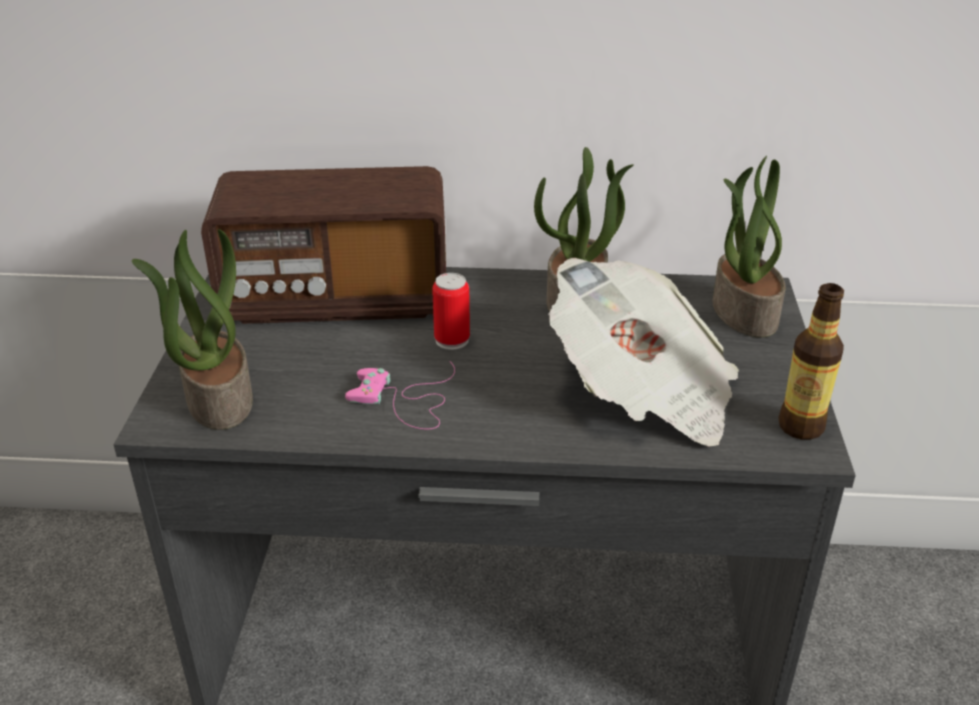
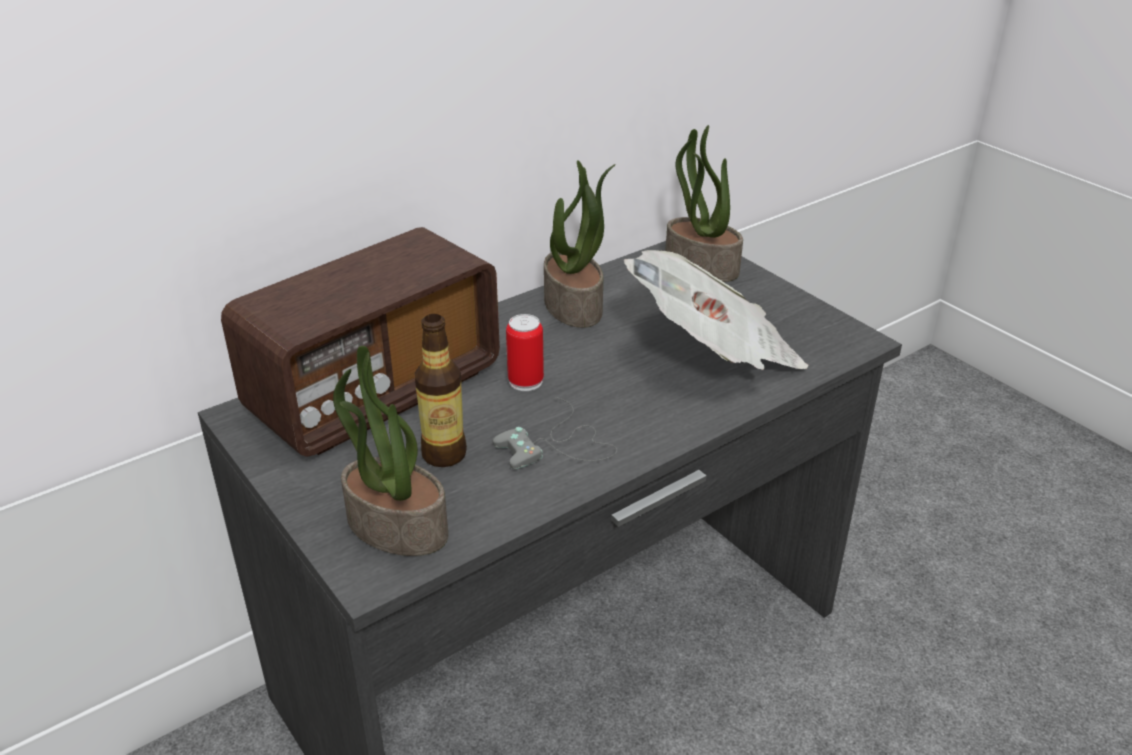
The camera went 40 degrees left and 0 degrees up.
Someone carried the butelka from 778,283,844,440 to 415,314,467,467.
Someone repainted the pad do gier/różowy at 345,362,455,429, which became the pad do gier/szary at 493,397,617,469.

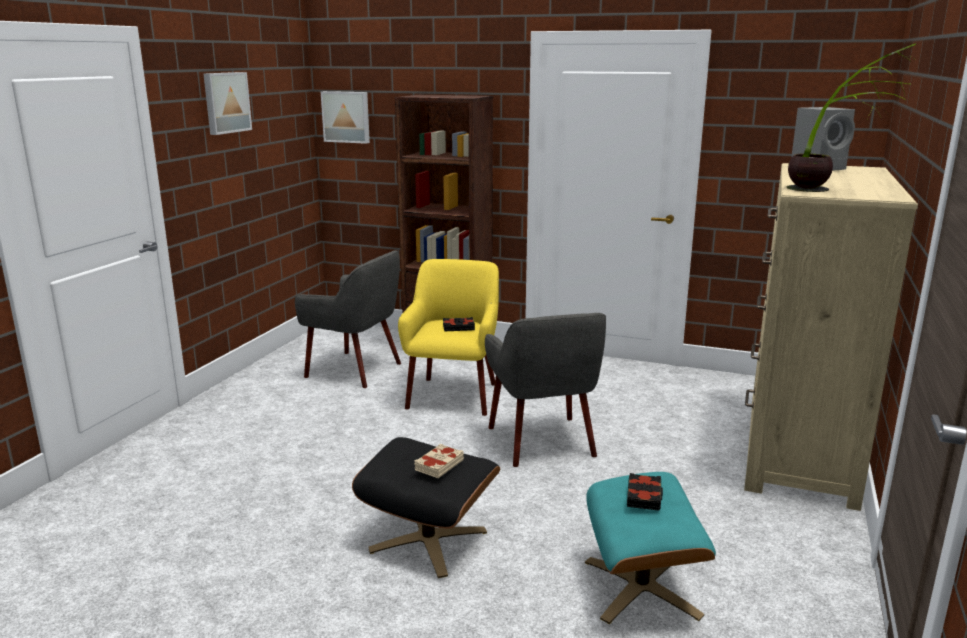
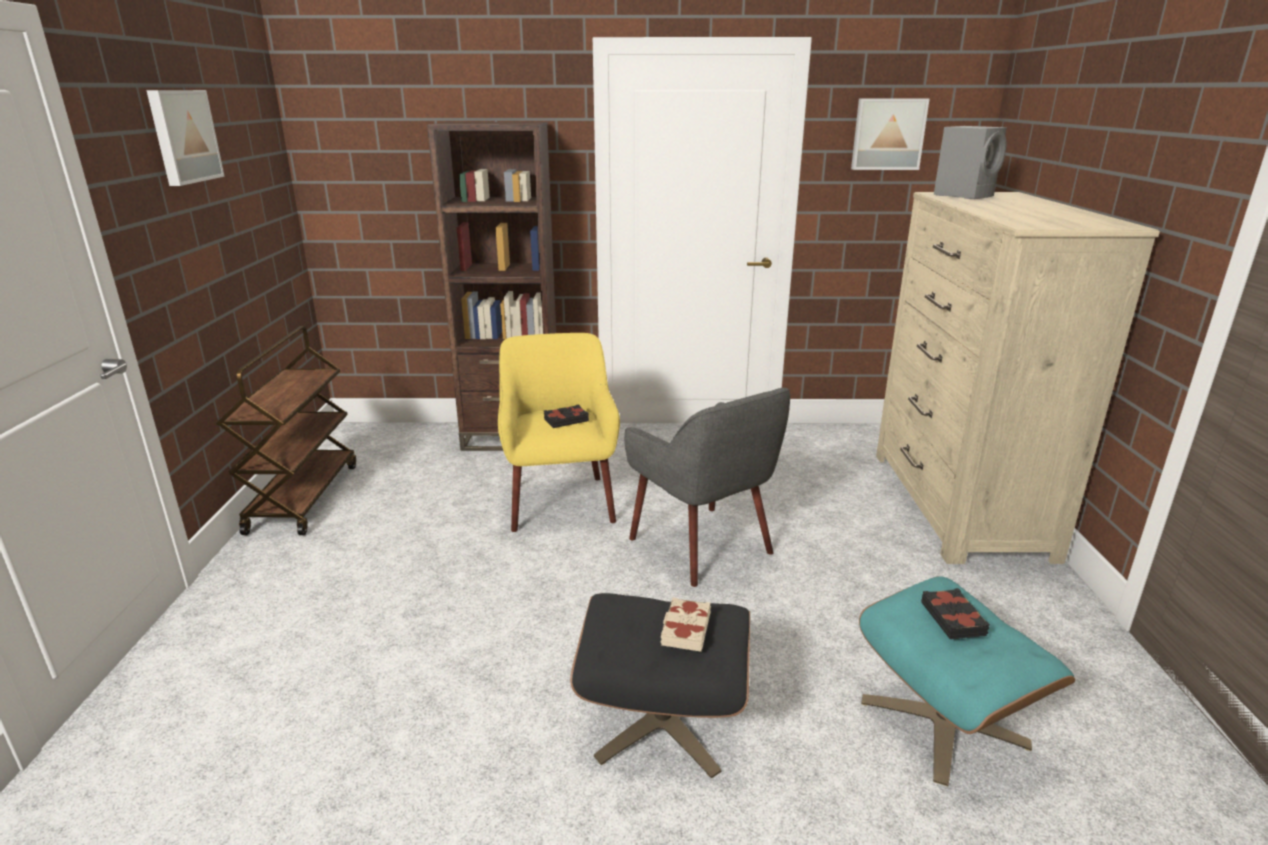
The camera went 20 degrees left and 5 degrees up.
Someone took away the fotel/szary at 295,250,401,388.
Someone took away the roślina doniczkowa at 786,43,916,192.
Someone put down the wózek/brązowy at 216,326,356,535.
Someone carried the obraz from 321,91,370,144 to 851,98,930,170.

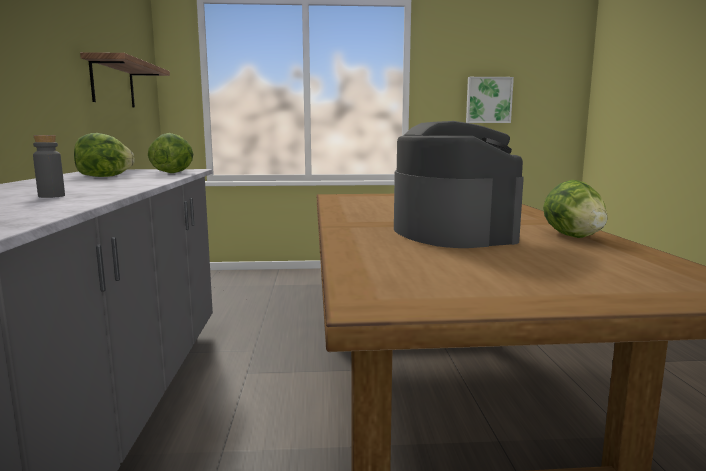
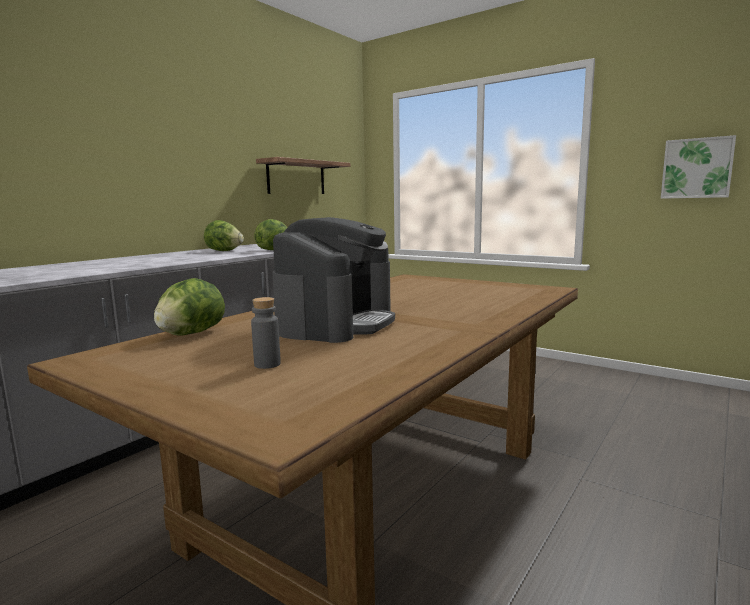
The camera went 40 degrees right and 0 degrees up.
Someone carried the butelka/szary from 33,135,65,198 to 251,297,281,369.
Someone carried the sałata from 543,180,607,238 to 154,278,225,336.

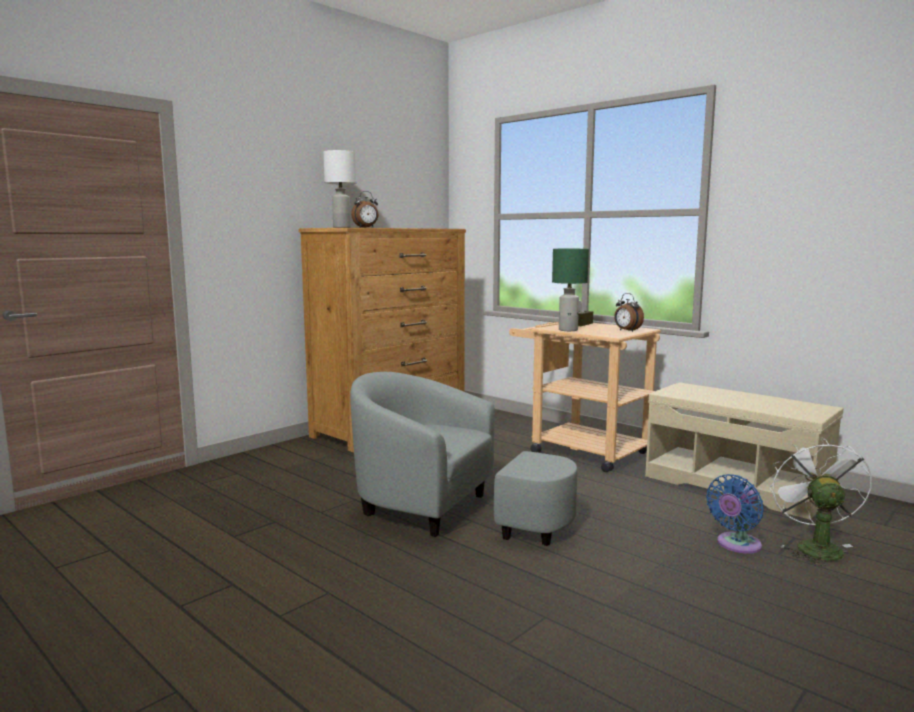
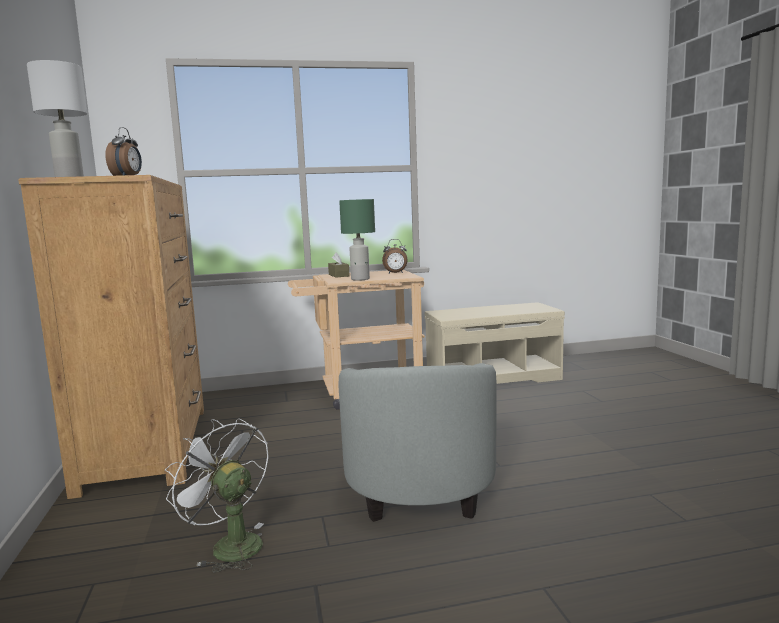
The camera went 55 degrees left and 0 degrees up.
Someone took away the wentylator/niebieski at 706,474,764,554.
Someone carried the wentylator/biały from 769,438,872,566 to 165,418,268,573.
Someone rotated the fotel/szary at 350,372,577,546 by 60 degrees counterclockwise.

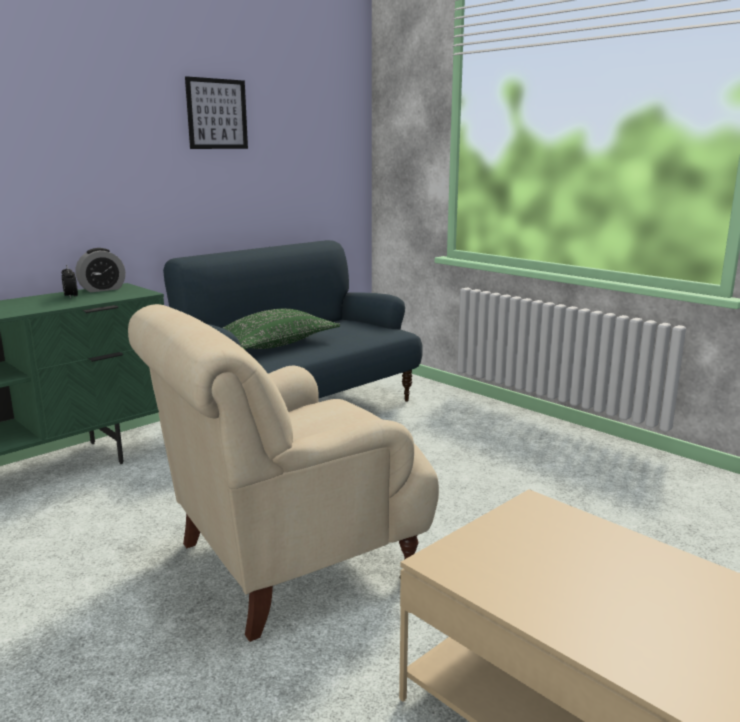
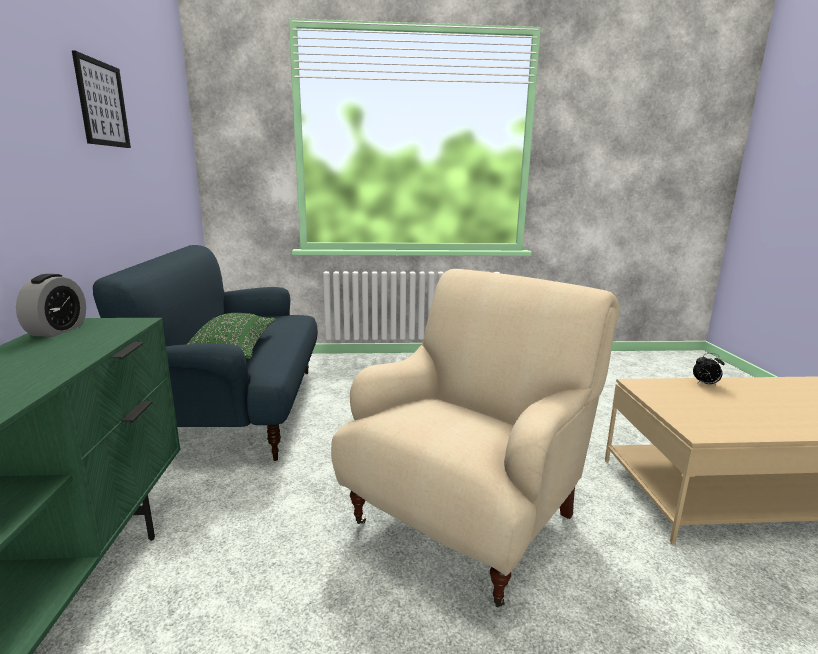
The camera went 50 degrees left and 0 degrees up.
Someone carried the budzik from 62,265,78,298 to 693,353,725,385.
Someone rotated the fotel/beżowy at 128,304,439,642 by 150 degrees counterclockwise.

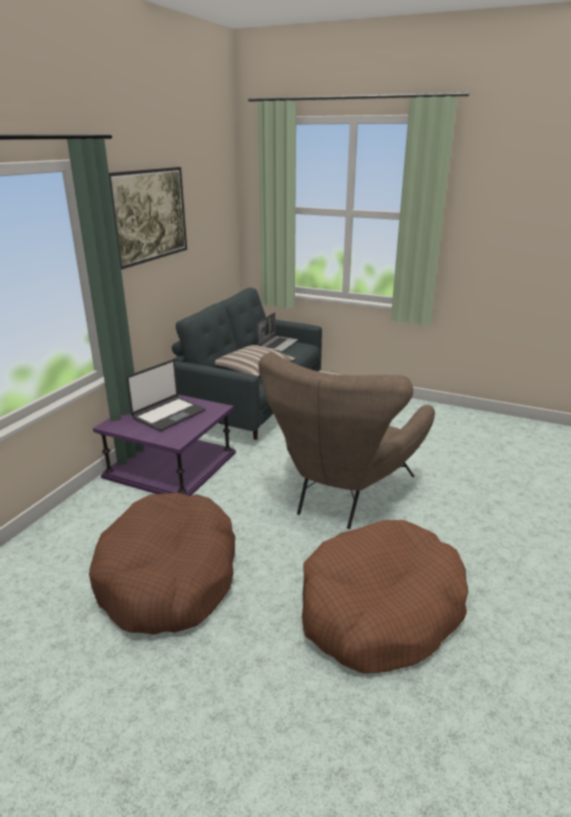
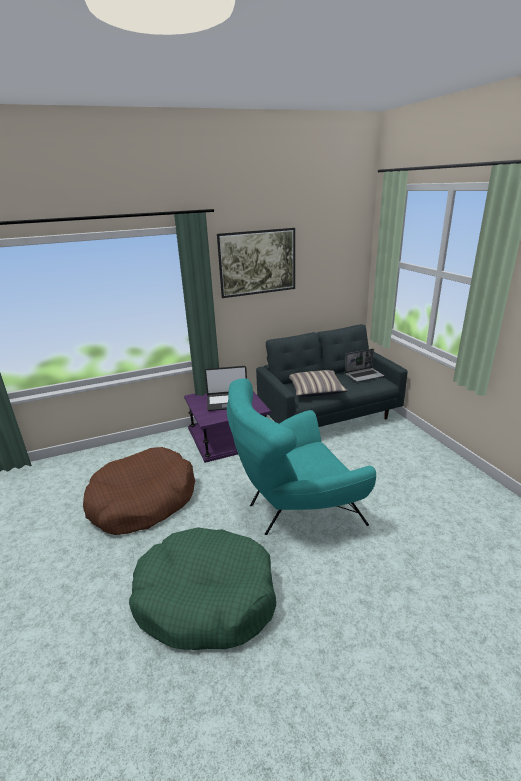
The camera went 45 degrees right and 0 degrees up.
Someone repainted the fotel/brązowy at 258,352,435,529, which became the fotel/turkusowy at 227,378,376,535.
Someone repainted the legowisko/brązowy at 302,520,468,674, which became the legowisko/zielony at 129,527,276,650.

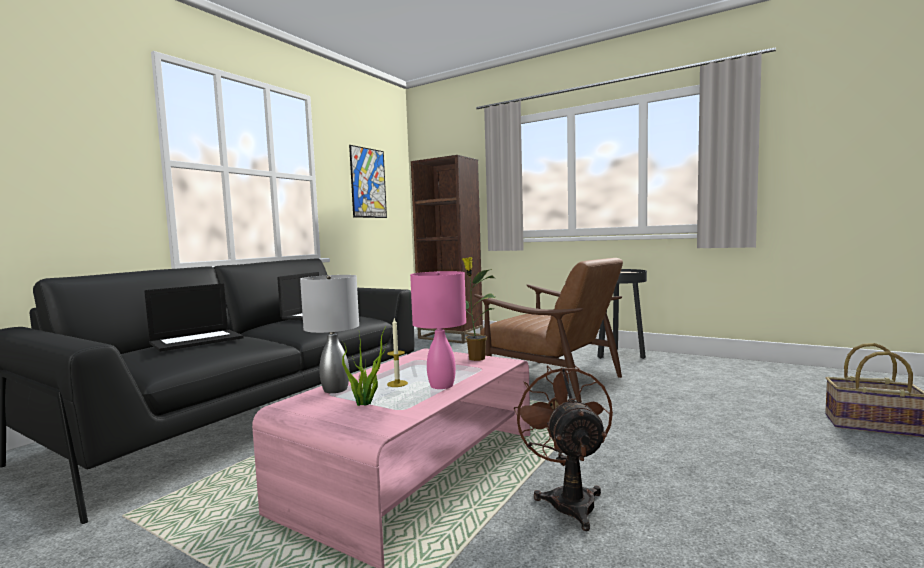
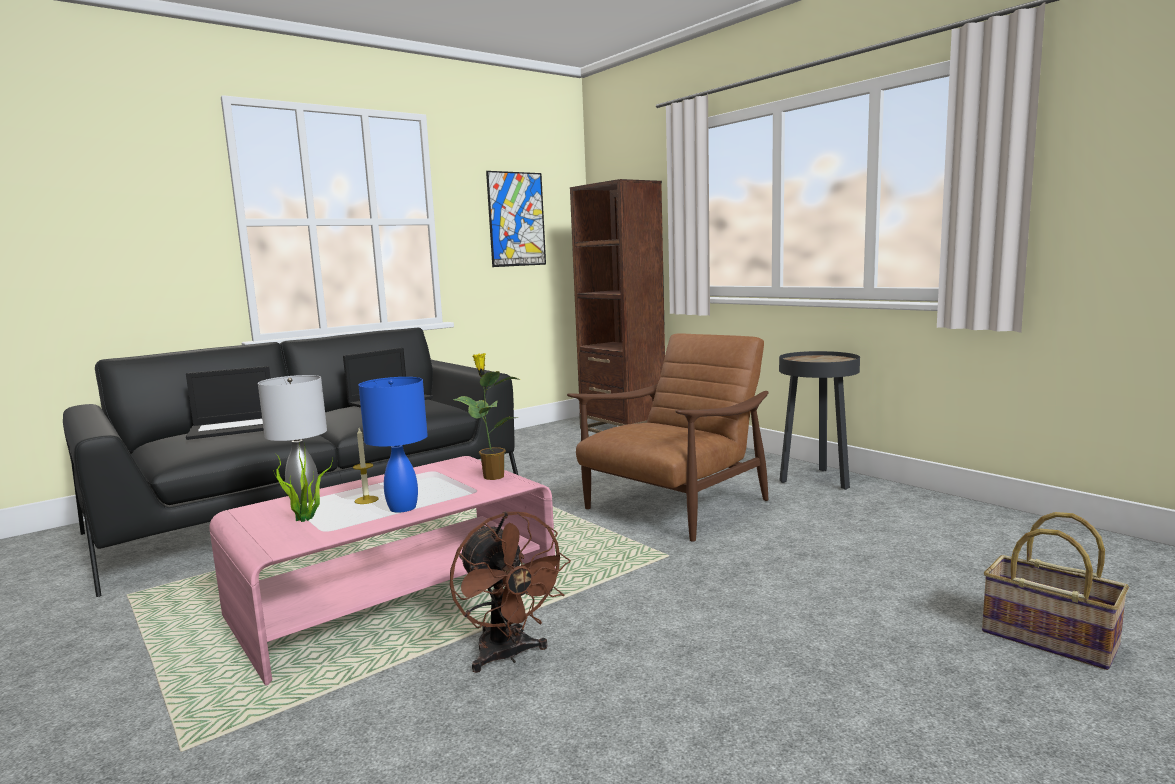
The camera went 20 degrees right and 5 degrees up.
Someone repainted the lampa stołowa/różowy at 410,271,466,389, which became the lampa stołowa/niebieski at 359,377,428,513.
Someone rotated the fotel/brązowy at 474,258,623,403 by 105 degrees counterclockwise.
Someone rotated the wentylator/brązowy at 514,365,613,531 by 135 degrees clockwise.

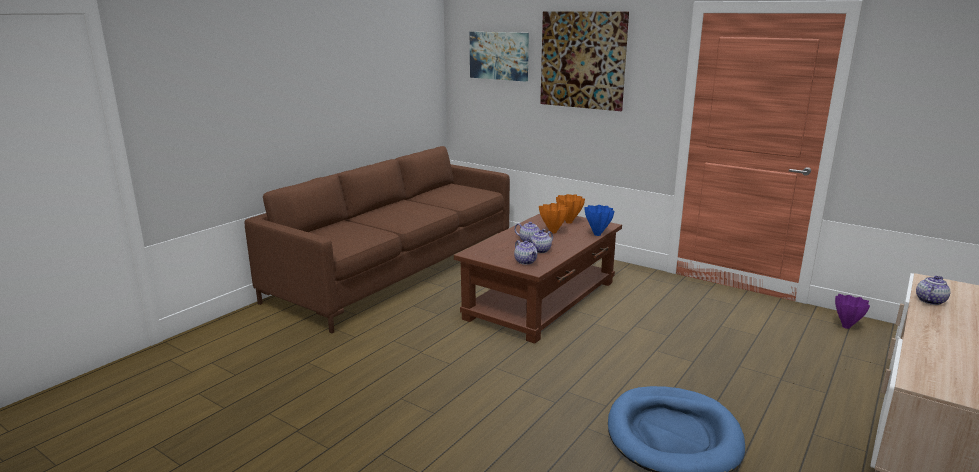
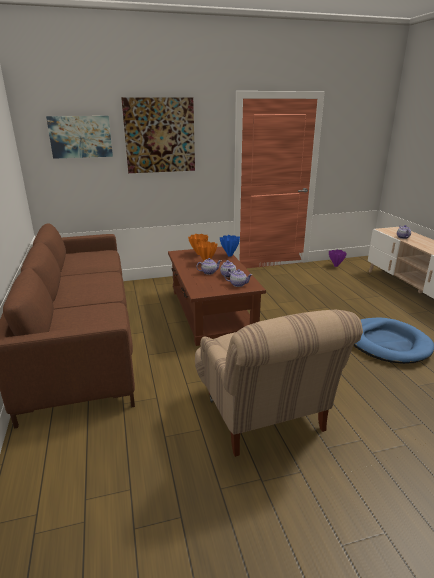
The camera went 50 degrees left and 5 degrees up.
Someone put down the fotel/beżowy at 195,310,363,457.

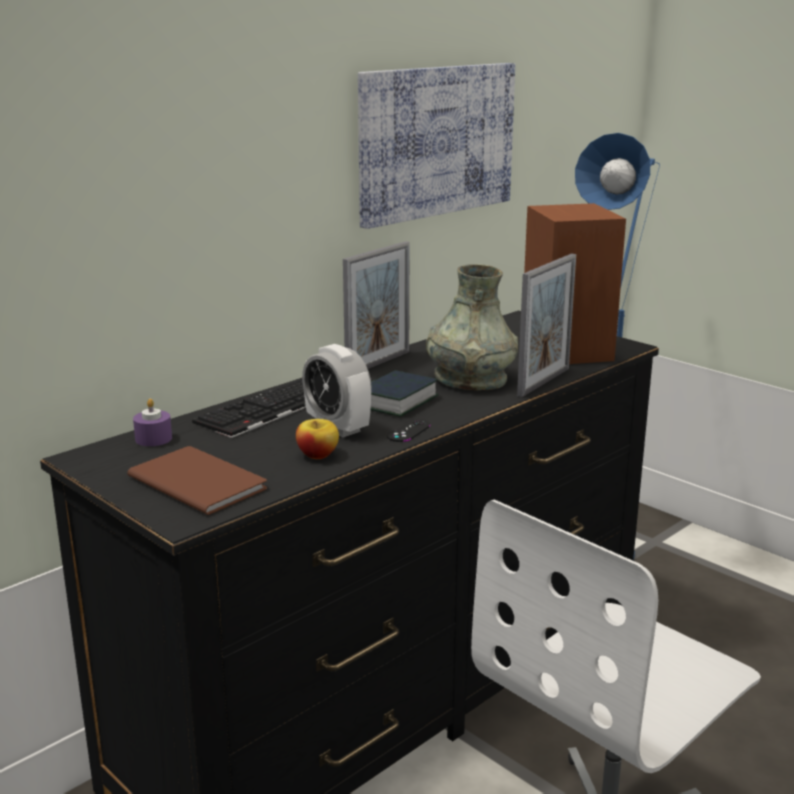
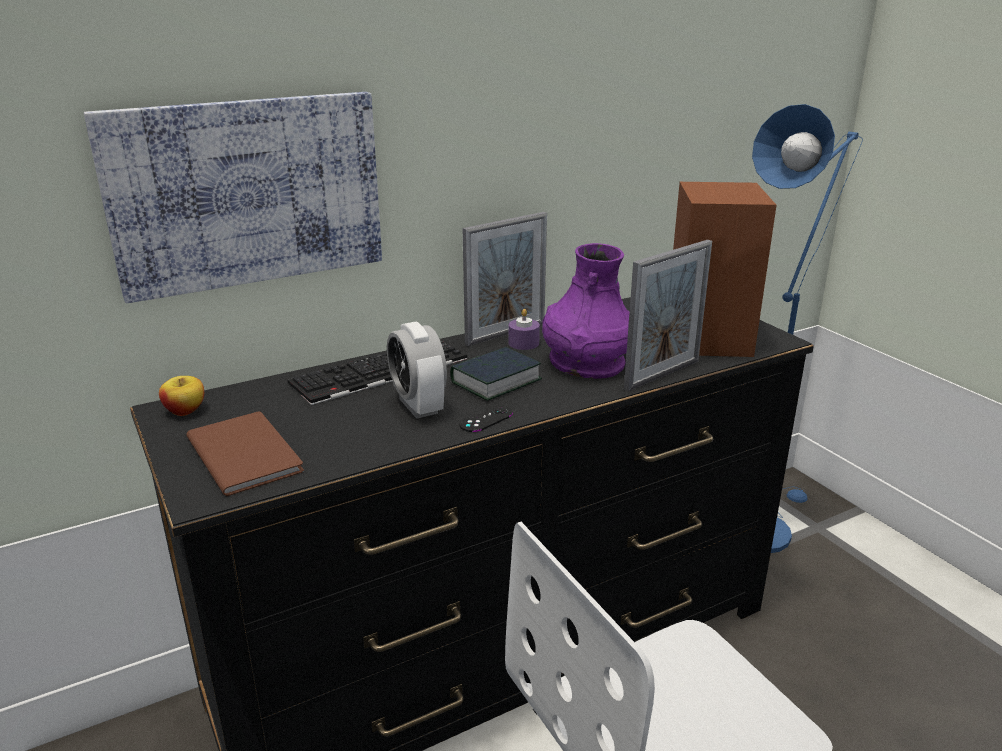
The camera went 15 degrees right and 5 degrees up.
Someone carried the świeca/fioletowy from 133,398,172,446 to 509,309,540,350.
Someone carried the jabłko from 296,419,339,459 to 159,376,204,416.
Someone carried the obraz from 358,63,515,229 to 84,92,382,303.
Someone repainted the wazon/szary at 426,264,518,391, which became the wazon/fioletowy at 542,243,629,379.

